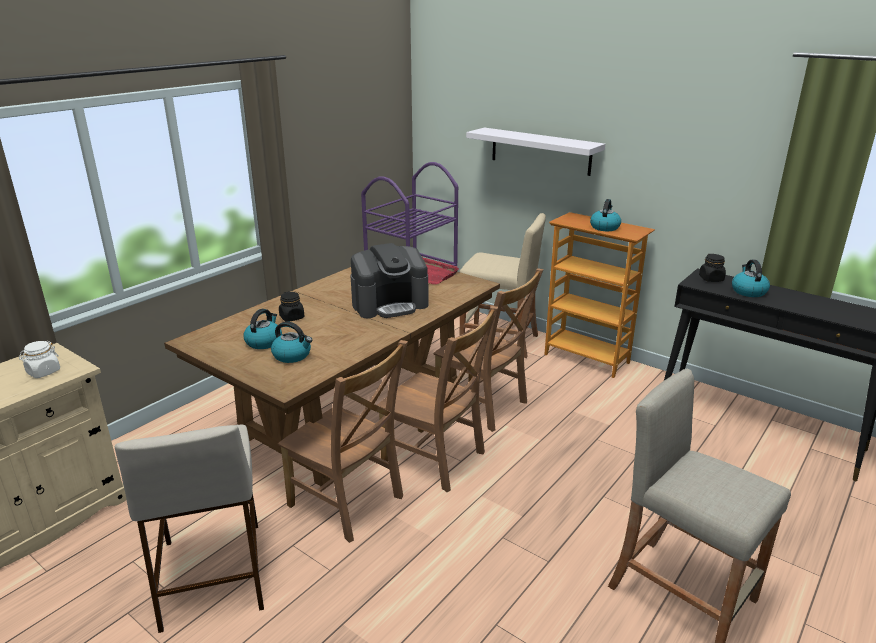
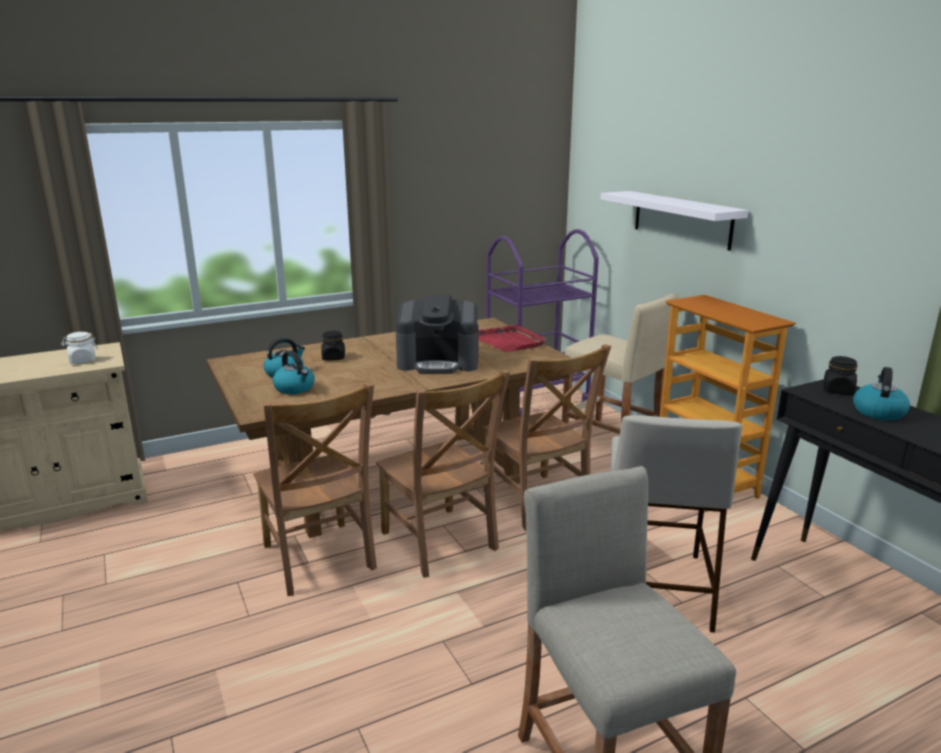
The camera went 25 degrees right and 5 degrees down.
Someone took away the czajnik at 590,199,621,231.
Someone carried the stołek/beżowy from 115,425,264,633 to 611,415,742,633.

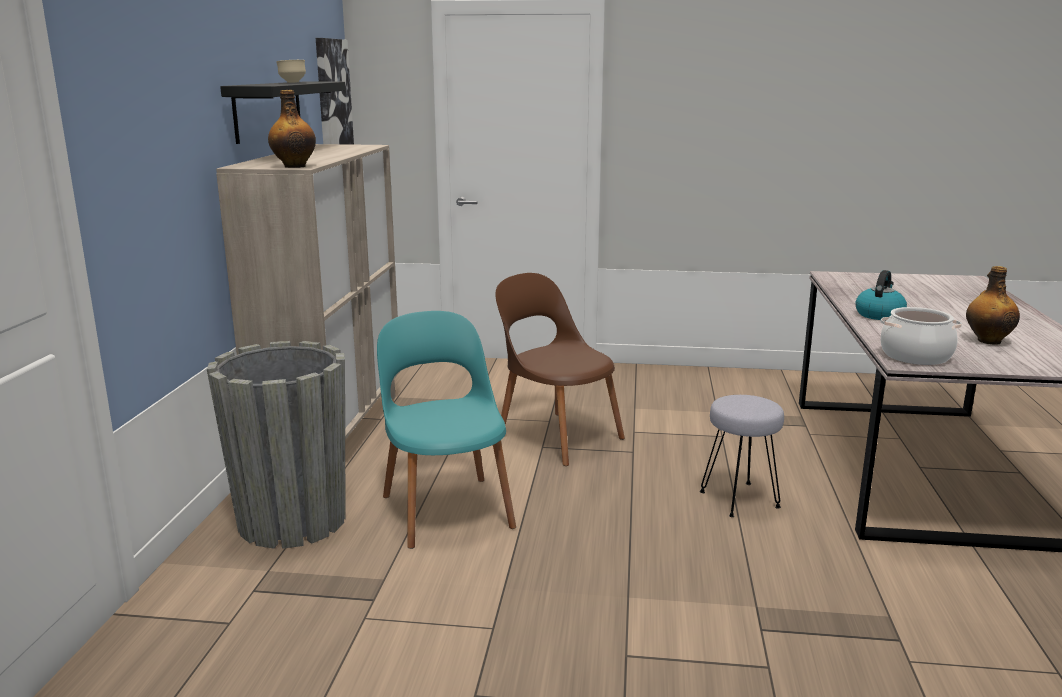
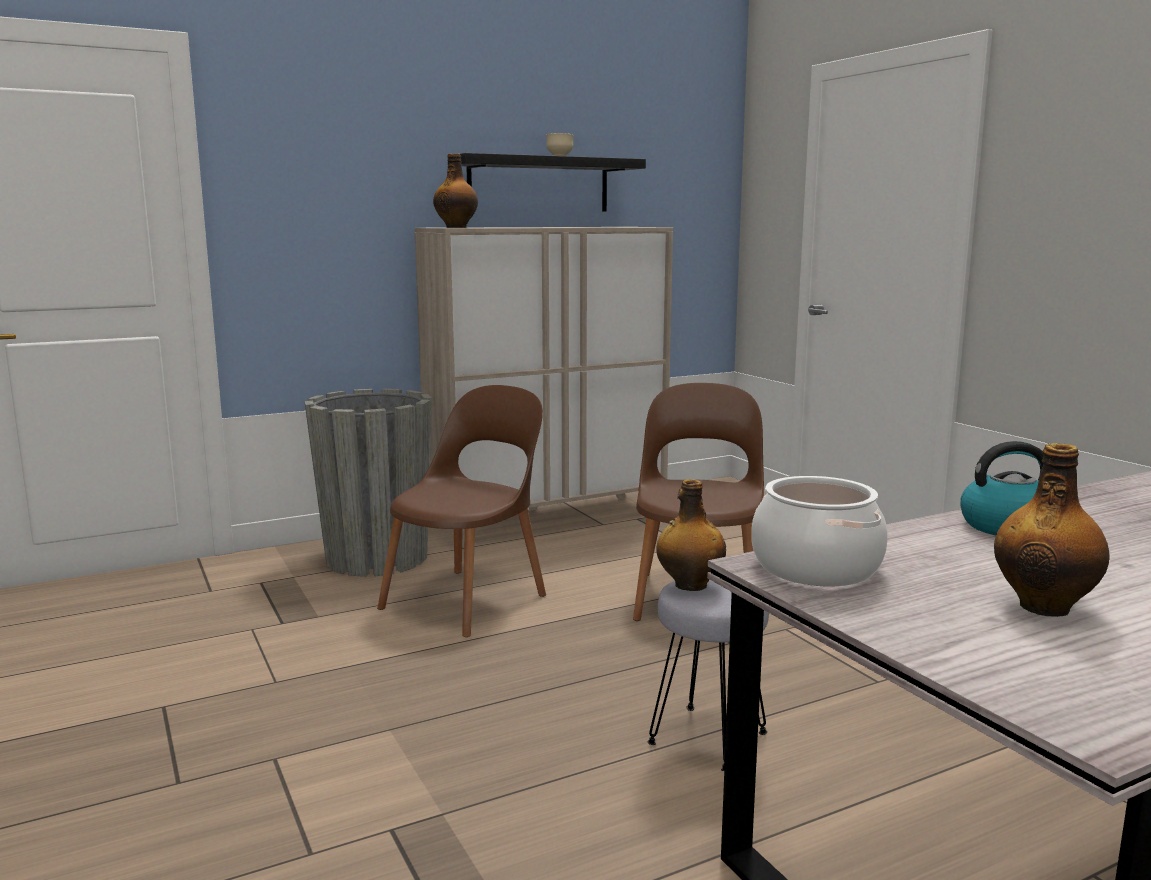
The camera went 55 degrees right and 5 degrees down.
Someone took away the obraz at 316,38,354,145.
Someone put down the butelka at 656,479,726,591.
Someone repainted the krzesło/turkusowy at 377,311,516,549, which became the krzesło/brązowy at 377,385,546,637.

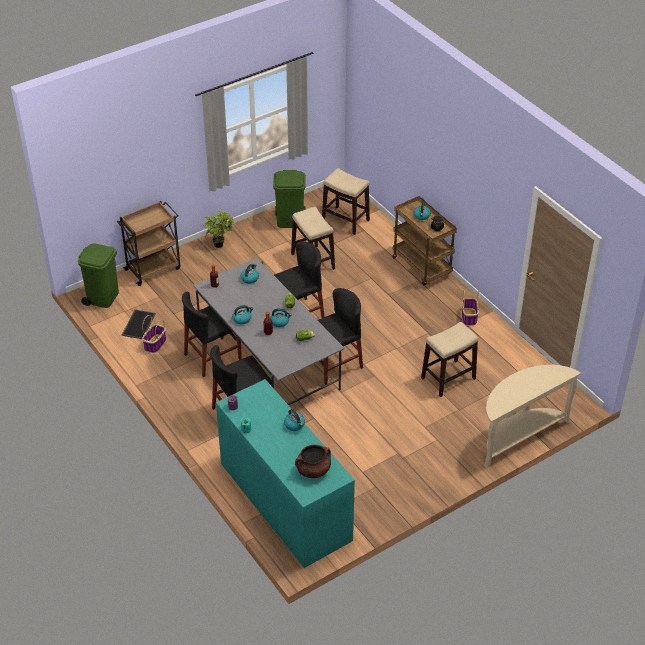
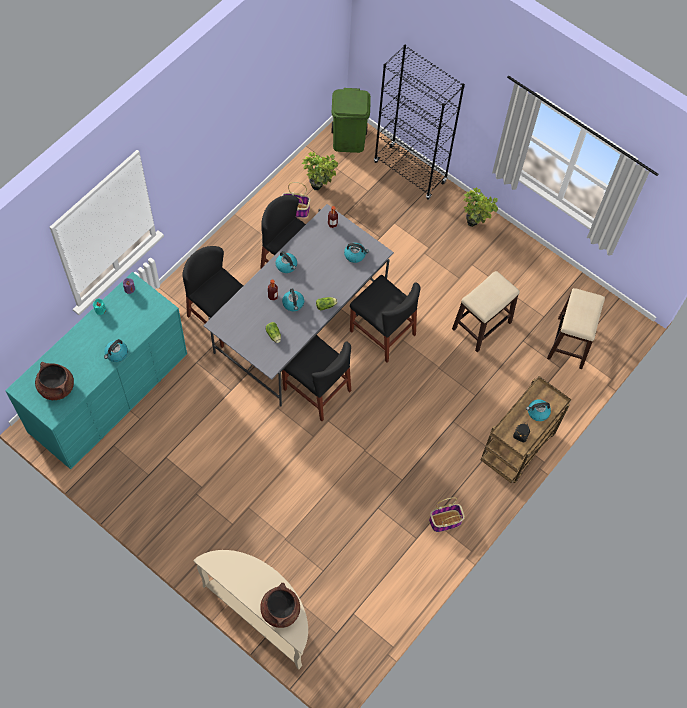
The camera went 70 degrees right and 20 degrees up.
Someone took away the kosz na śmieci/zielony at 273,170,306,228.
Someone took away the stołek at 421,322,478,397.
Someone put down the garnek/brązowy at 260,583,300,628.
Someone swapped the wózek/brązowy at 117,201,180,286 for the regał/czarny at 374,45,465,200.
Someone swapped the taca at 122,309,156,339 for the roślina doniczkowa at 302,152,338,190.

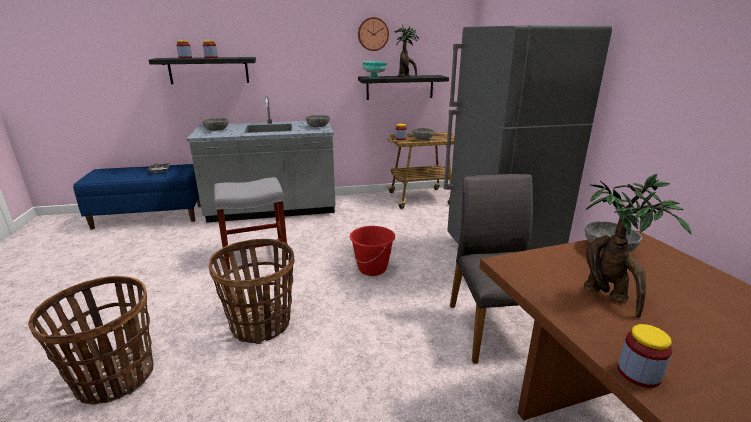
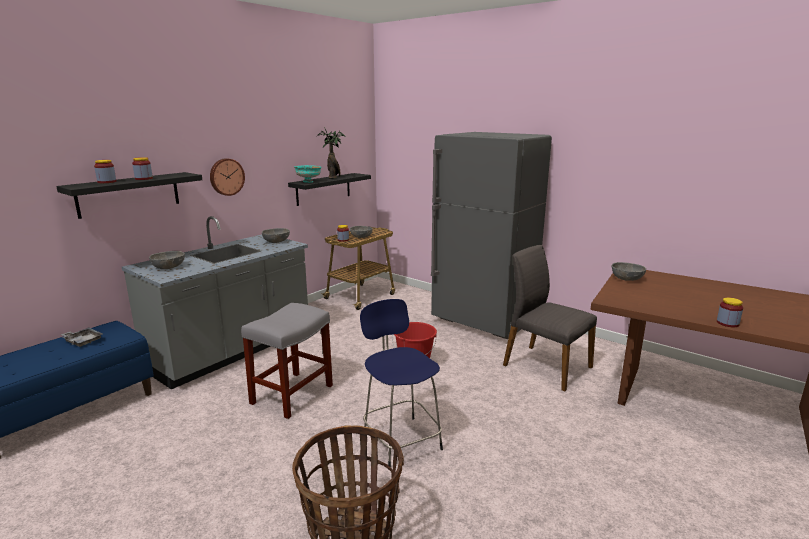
The camera went 40 degrees left and 5 degrees down.
Someone took away the roślina doniczkowa at 584,174,691,317.
Someone carried the zegar ścienny from 358,17,389,51 to 210,158,245,196.
Someone swapped the koszyk at 209,239,295,344 for the stołek/niebieski at 360,299,443,467.

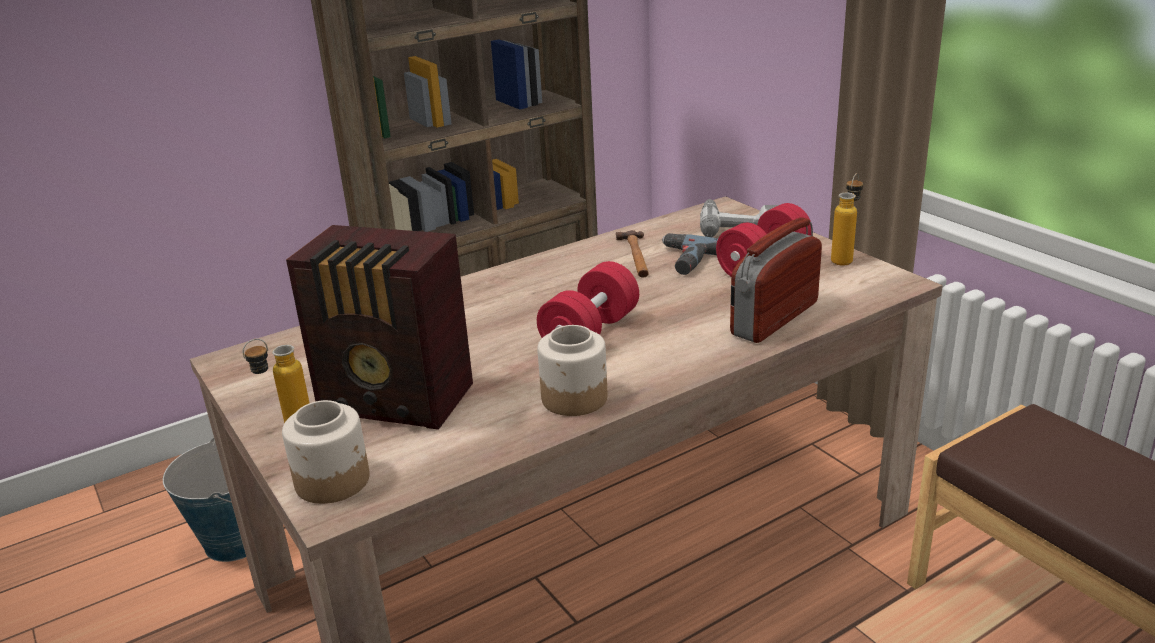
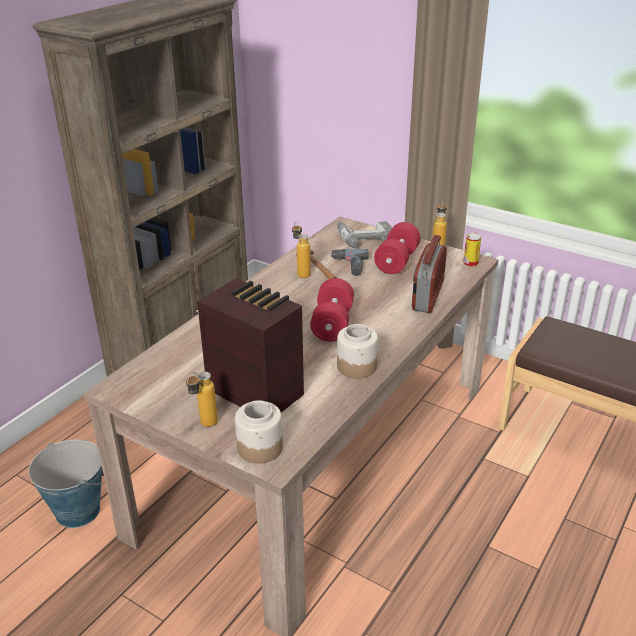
The camera went 25 degrees left and 5 degrees up.
Someone put down the butelka at 292,222,311,278.
Someone put down the puszka at 463,232,481,268.
Someone rotated the radio at 286,225,473,430 by 135 degrees counterclockwise.

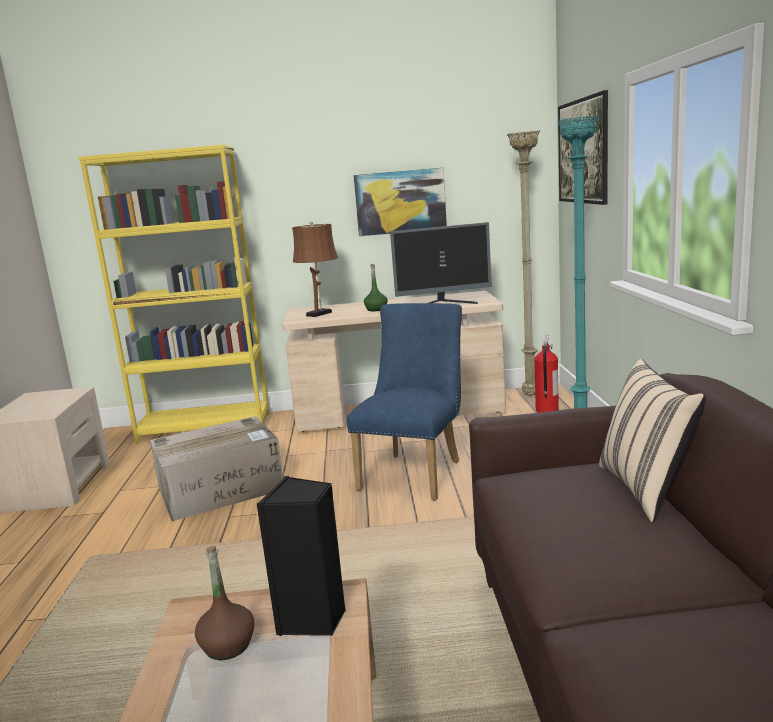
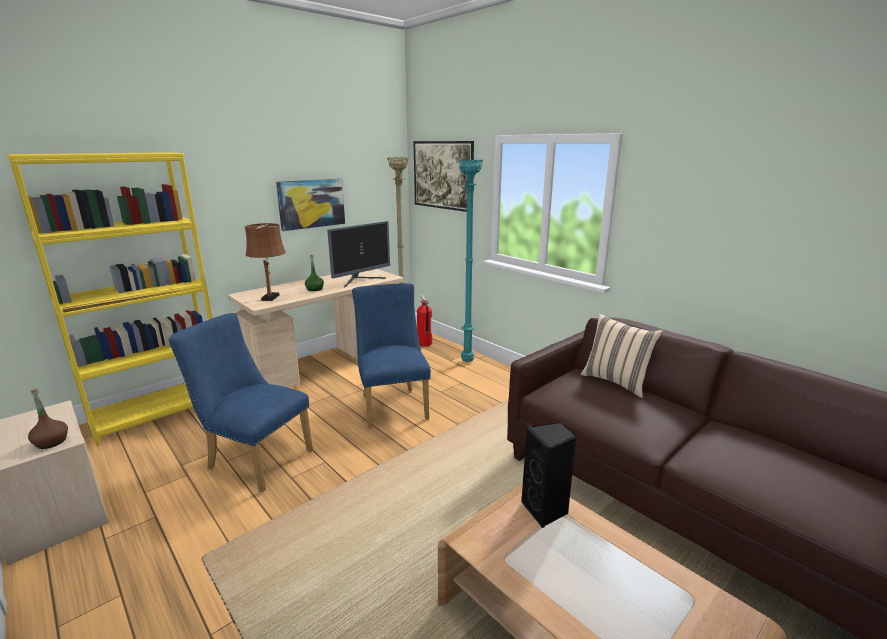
The camera went 40 degrees left and 5 degrees up.
Someone carried the butelka/brązowy from 195,546,254,660 to 28,389,68,449.
Someone swapped the karton at 150,416,283,521 for the krzesło/niebieski at 168,313,313,492.

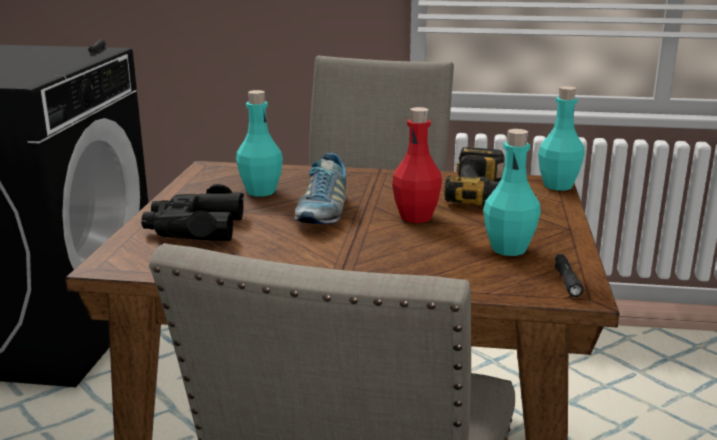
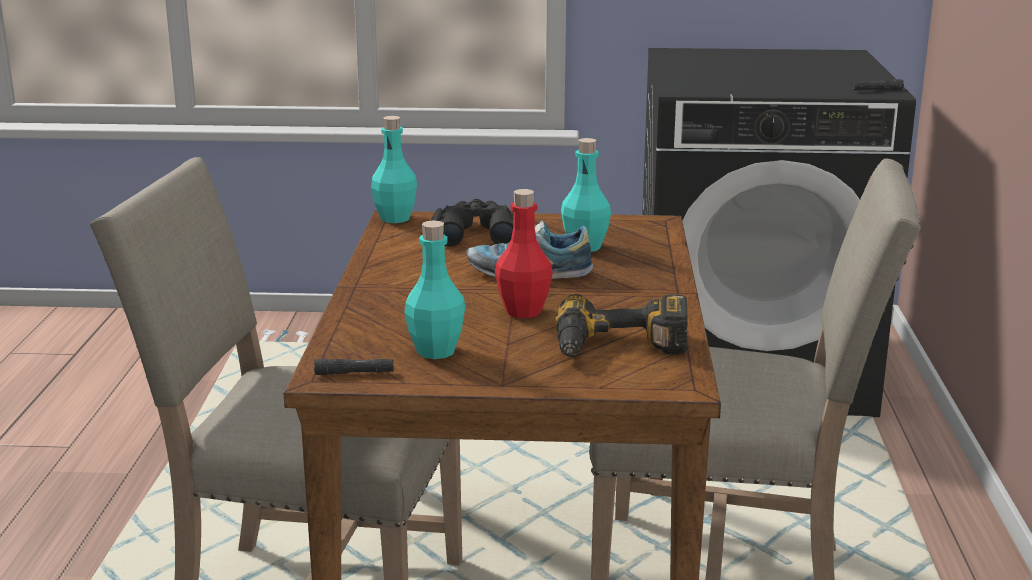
The camera went 85 degrees right and 0 degrees up.
Someone carried the butelka/turkusowy from 538,86,585,191 to 371,116,417,223.

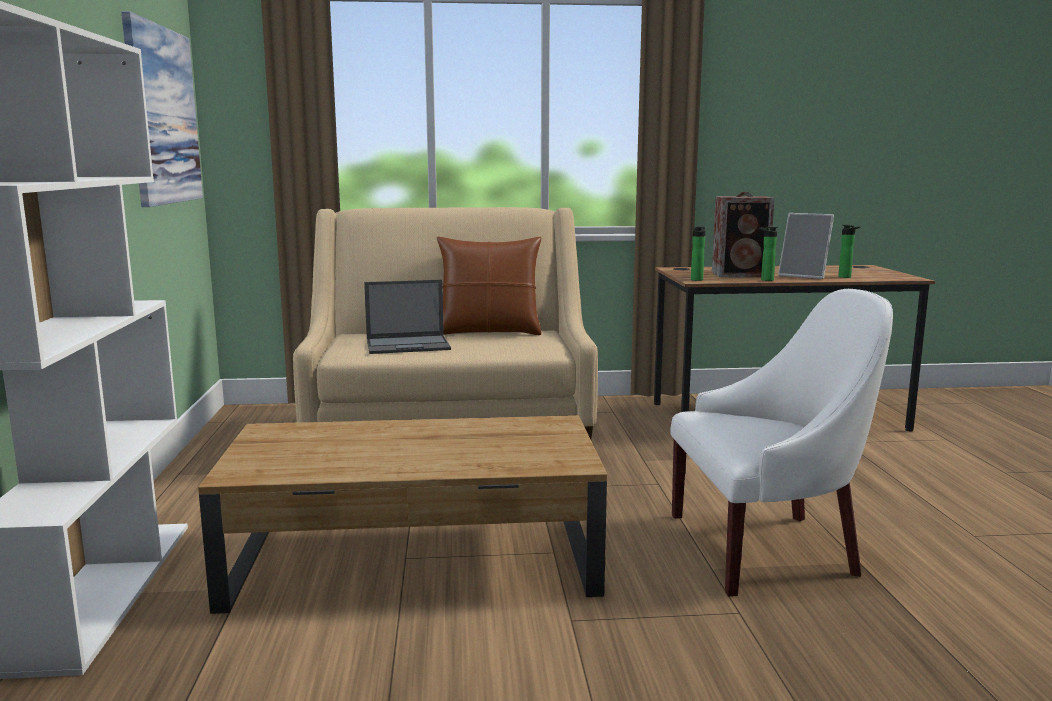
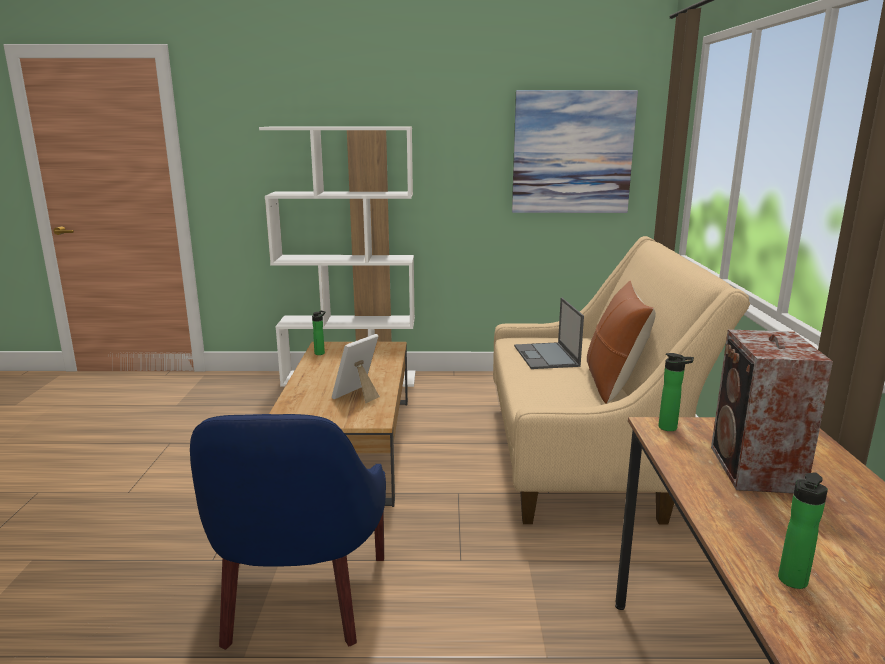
The camera went 95 degrees right and 5 degrees up.
Someone carried the butelka from 759,227,778,281 to 312,311,326,355.
Someone carried the ramka na zdjęcie from 778,213,834,279 to 332,334,380,403.
Someone repainted the fotel/biały at 670,289,893,597, which became the fotel/niebieski at 190,414,386,650.

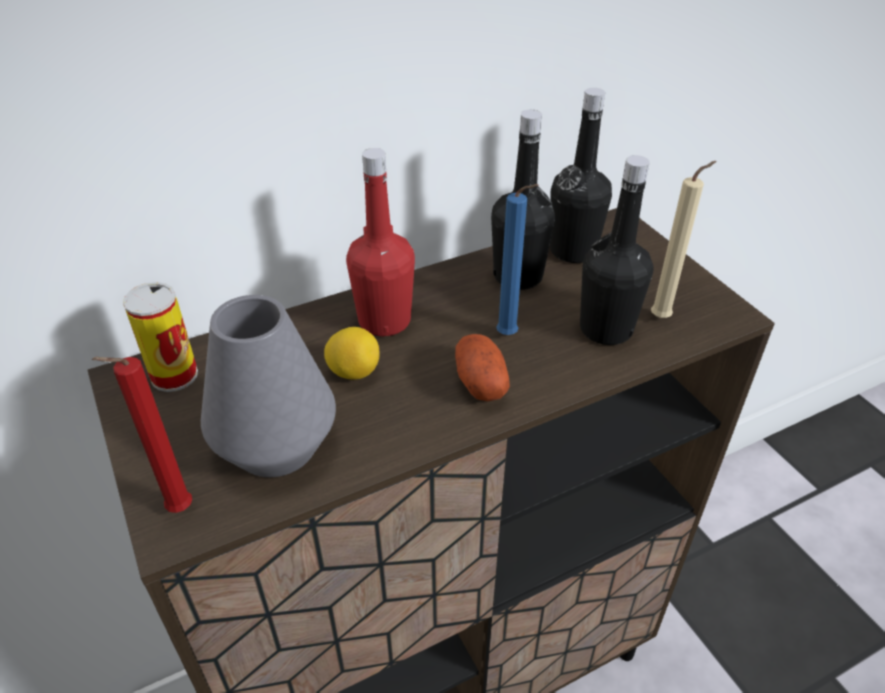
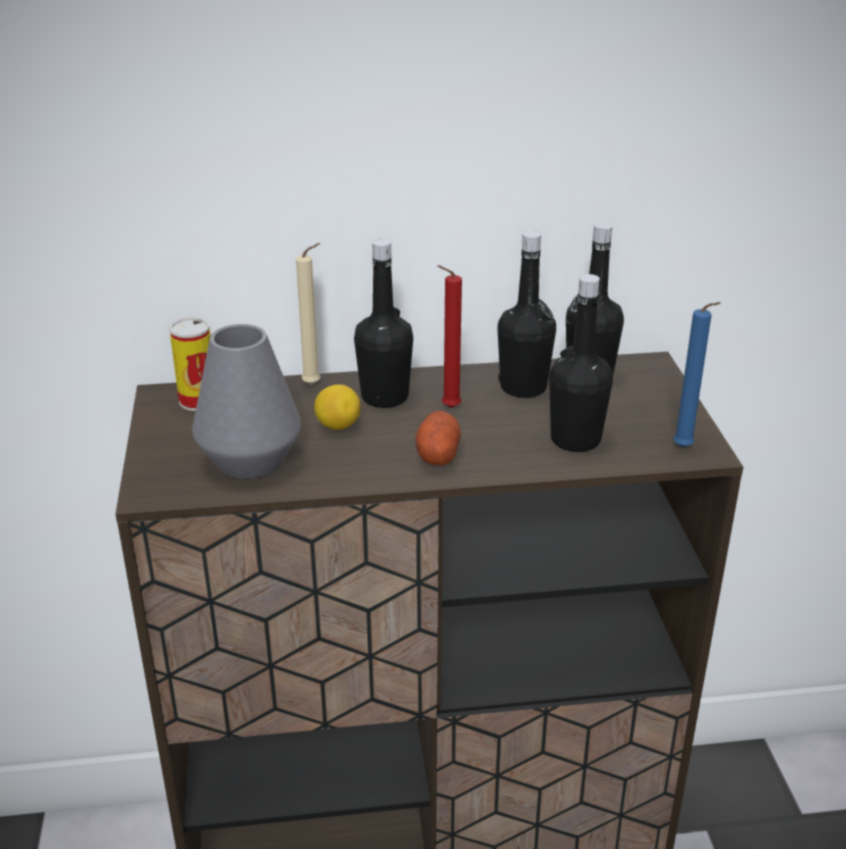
The camera went 20 degrees right and 10 degrees down.
Someone carried the świeca/czerwony from 92,357,192,513 to 438,265,462,408.
Someone carried the świeca/niebieski from 496,184,539,335 to 673,302,721,447.
Someone carried the świeca/beżowy from 651,161,717,318 to 296,243,321,385.
Someone repainted the butelka/czerwony at 346,148,415,336, which became the butelka/czarny at 354,239,413,408.

